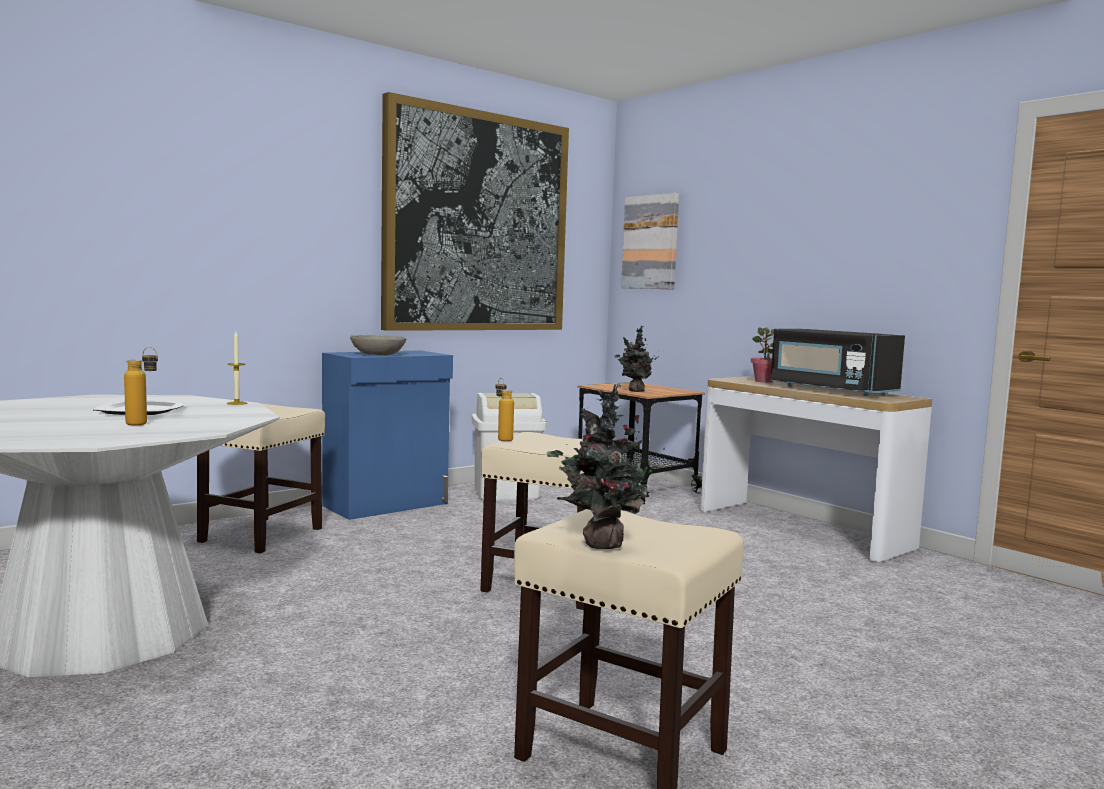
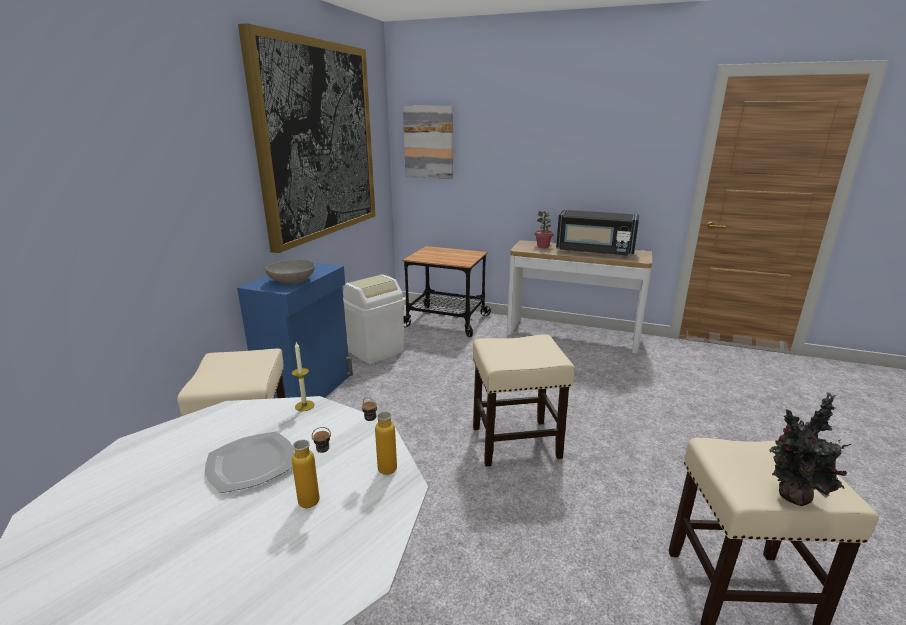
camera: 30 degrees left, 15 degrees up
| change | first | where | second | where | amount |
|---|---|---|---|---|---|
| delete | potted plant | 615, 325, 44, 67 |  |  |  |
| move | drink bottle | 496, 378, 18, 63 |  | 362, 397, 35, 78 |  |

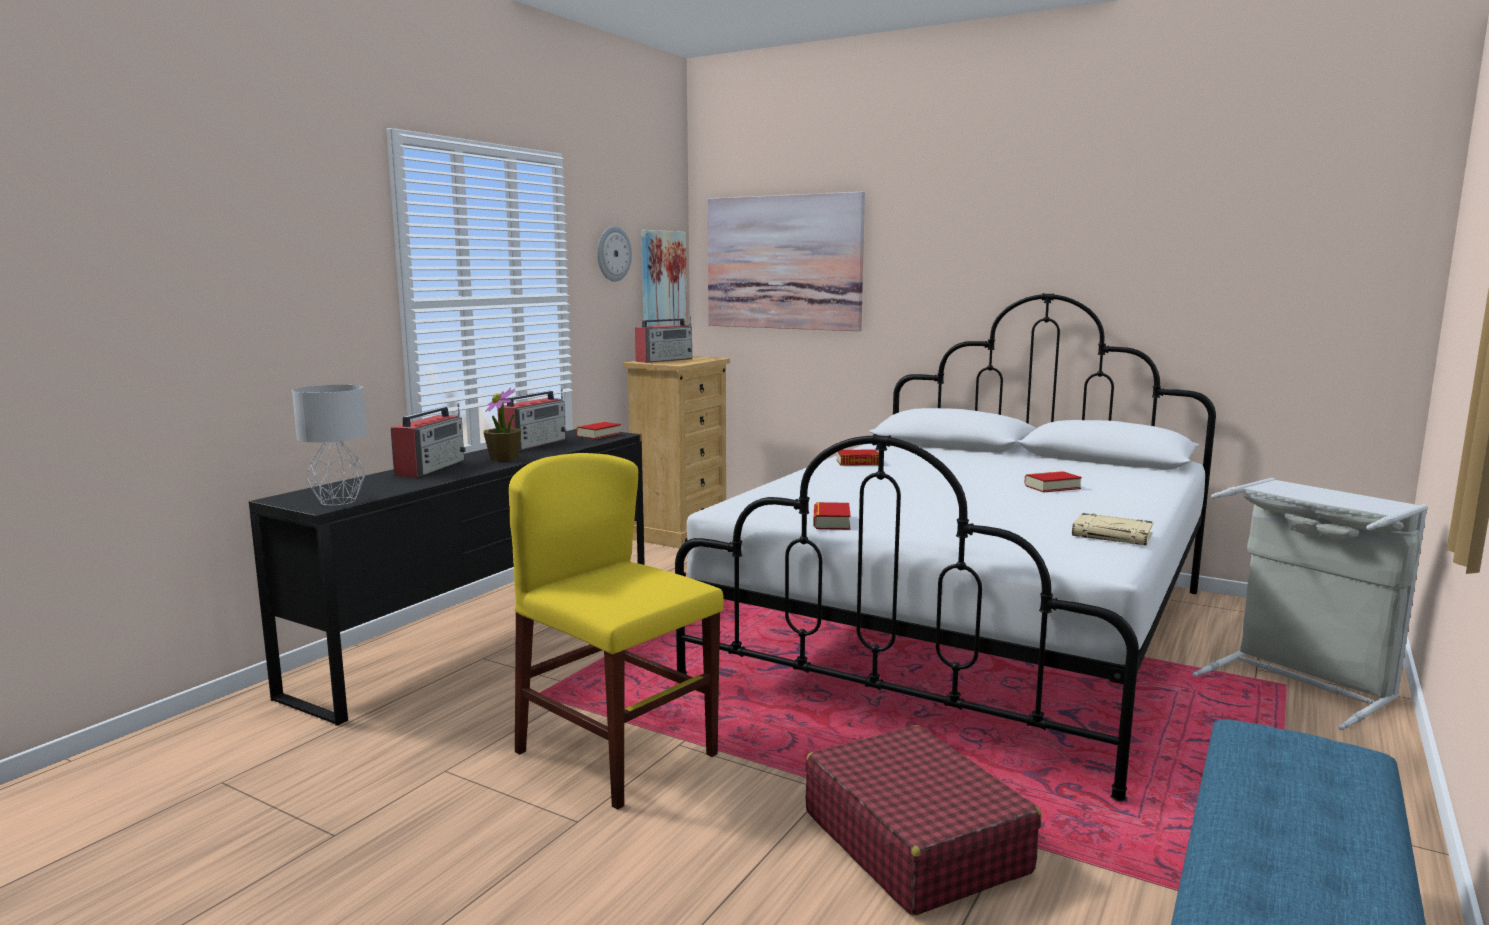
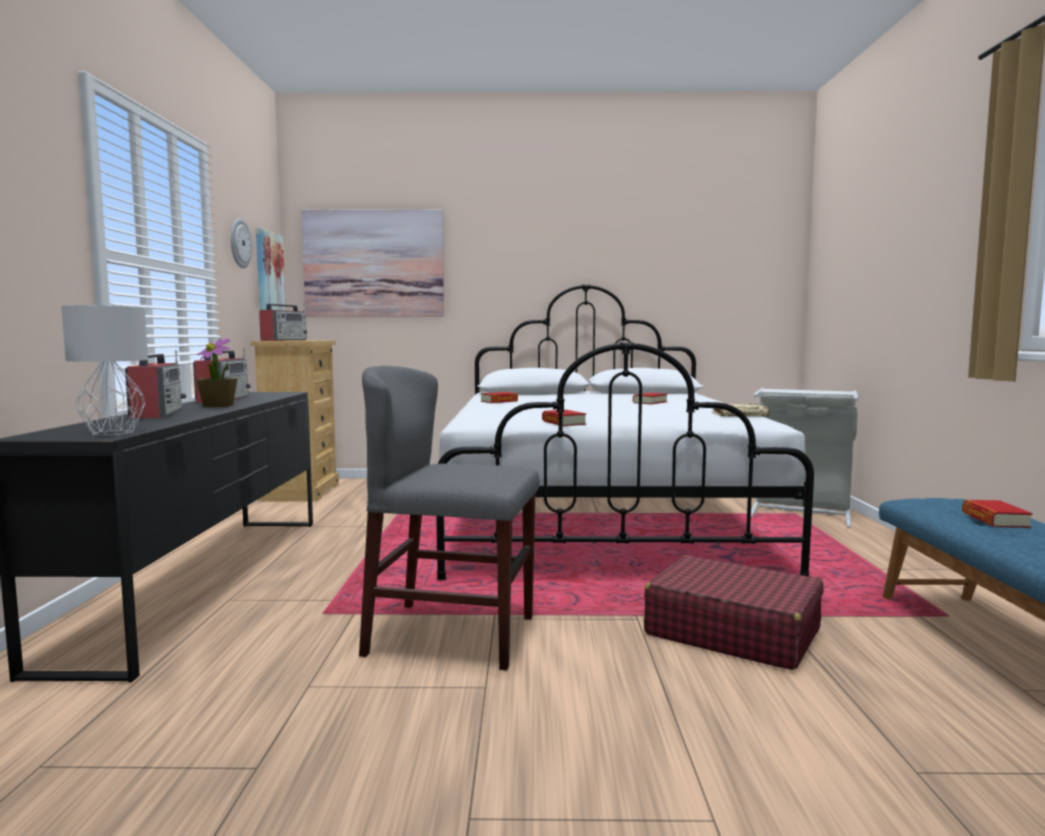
camera: 30 degrees left, 5 degrees down
| change | first | where | second | where | amount |
|---|---|---|---|---|---|
| move | book | 576, 422, 45, 17 |  | 962, 500, 71, 28 |  |
| recolor | yellowish plain chair | 509, 453, 215, 357 | gray plain chair | 359, 366, 180, 304 |  |

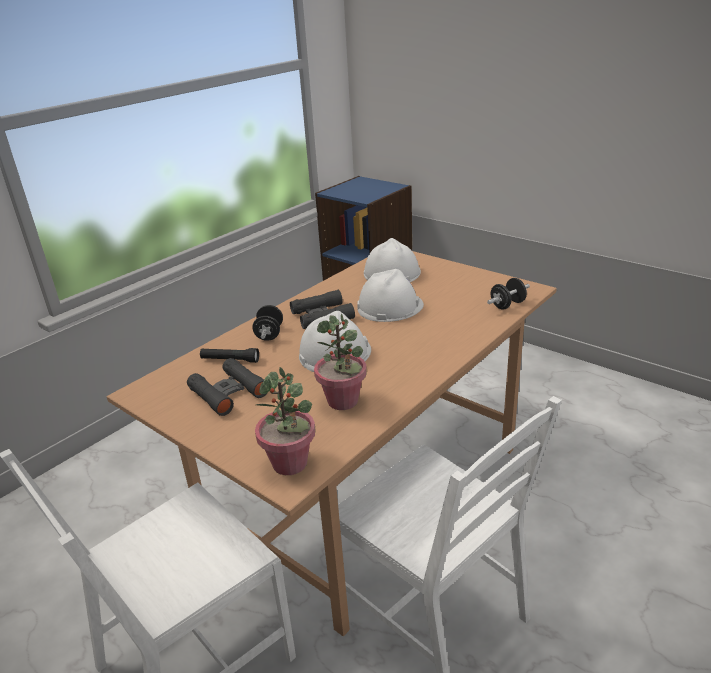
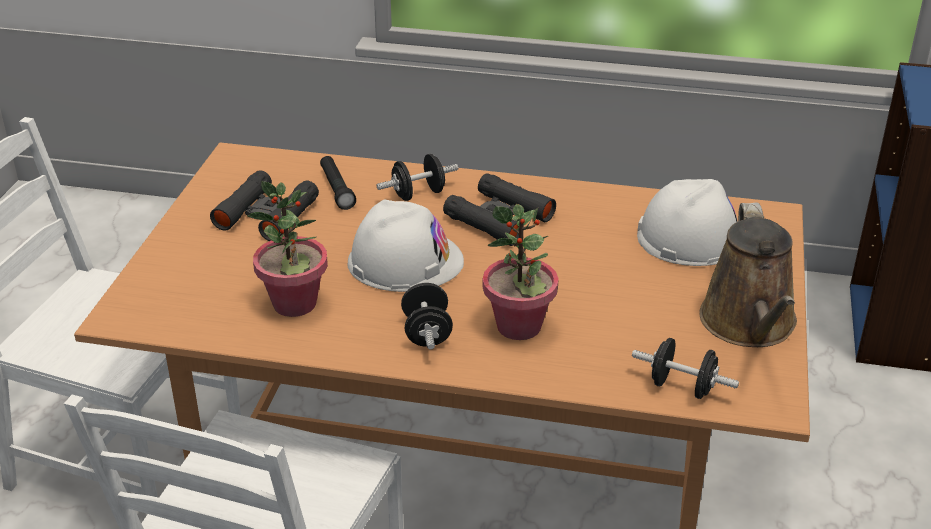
camera: 60 degrees right, 5 degrees up
| change | first | where | second | where | amount |
|---|---|---|---|---|---|
| delete | whitish work helmet | 357, 269, 67, 53 |  |  |  |
| insert |  |  | black dumbbell | 401, 282, 52, 68 |  |
| insert |  |  | brown sprinkling can | 699, 203, 98, 144 |  |
| move | potted plant | 255, 367, 61, 108 |  | 483, 204, 76, 136 |  |

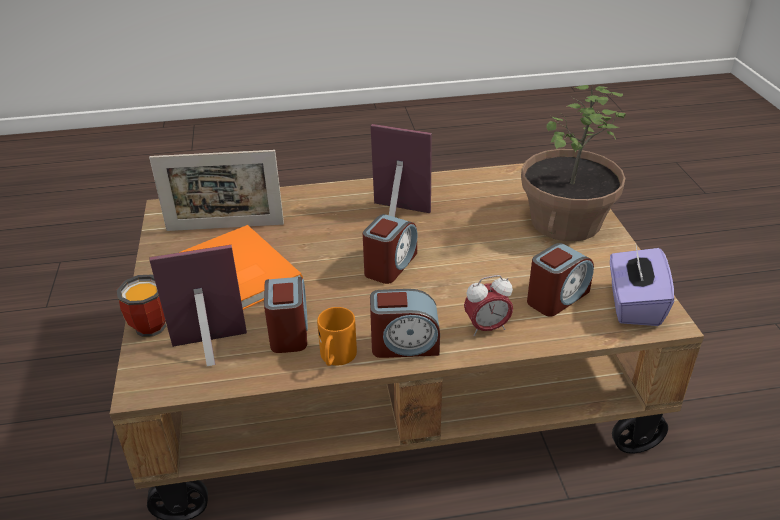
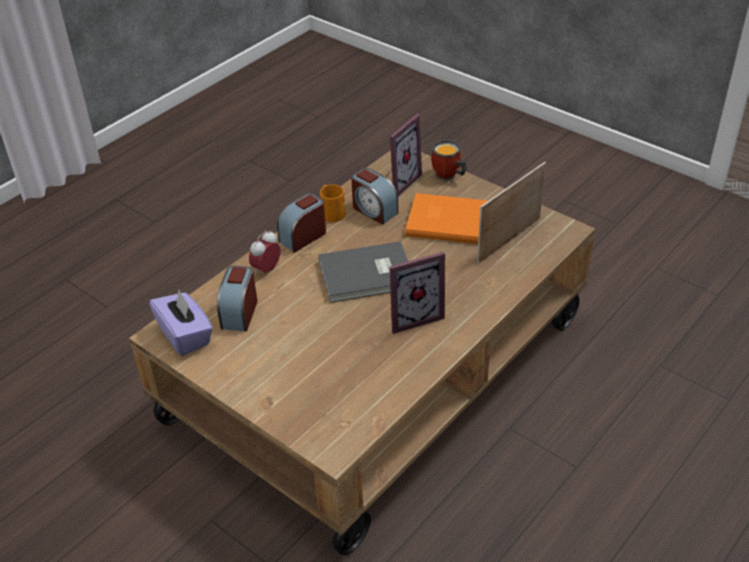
camera: 140 degrees right, 5 degrees up
| change | first | where | second | where | amount |
|---|---|---|---|---|---|
| delete | potted plant | 521, 85, 105, 156 |  |  |  |
| replace | alarm clock | 363, 214, 55, 70 | gray book | 319, 241, 89, 62 |  |

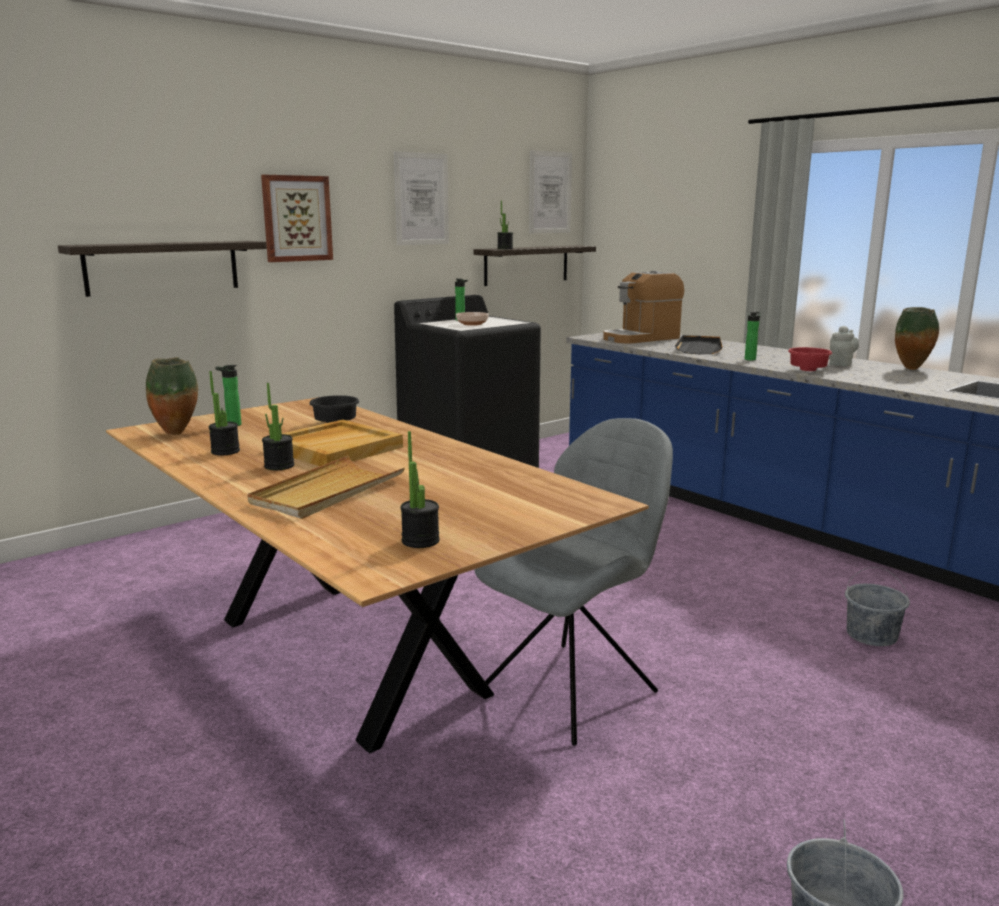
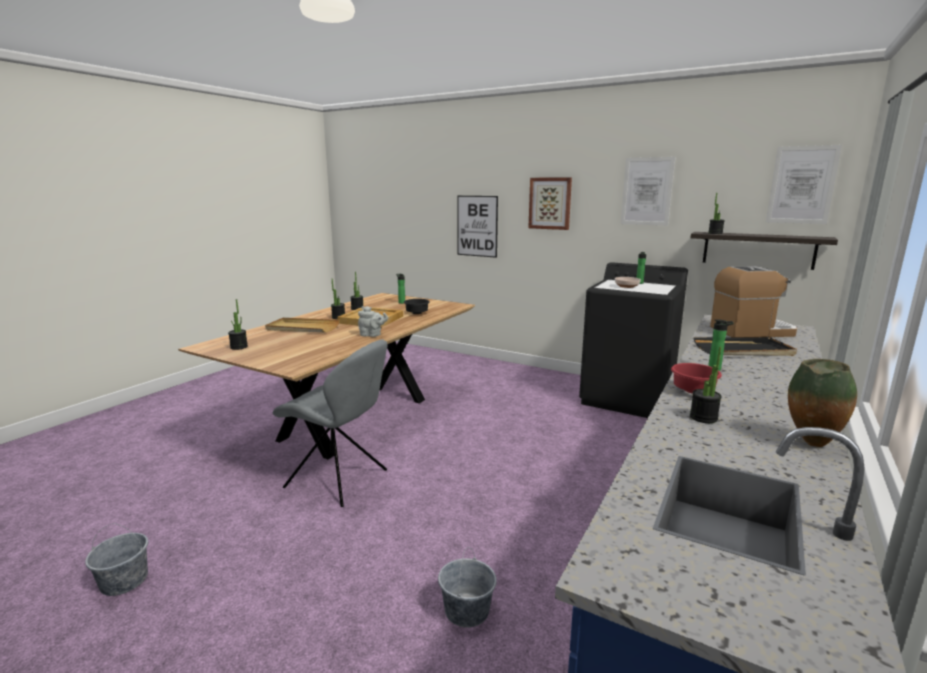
camera: 70 degrees right, 0 degrees up
| change | first | where | second | where | amount |
|---|---|---|---|---|---|
| delete | flower vase | 146, 357, 52, 78 |  |  |  |
| insert |  |  | potted plant | 690, 347, 32, 76 |  |
| move | gray pot for tea | 829, 326, 30, 40 |  | 358, 306, 30, 31 |  |
| replace | bracket shelf | 58, 241, 209, 56 | picture | 457, 196, 41, 62 |  |
| rotate | coffee maker | 603, 271, 81, 73 |  | 710, 266, 87, 71 | 135 degrees clockwise |

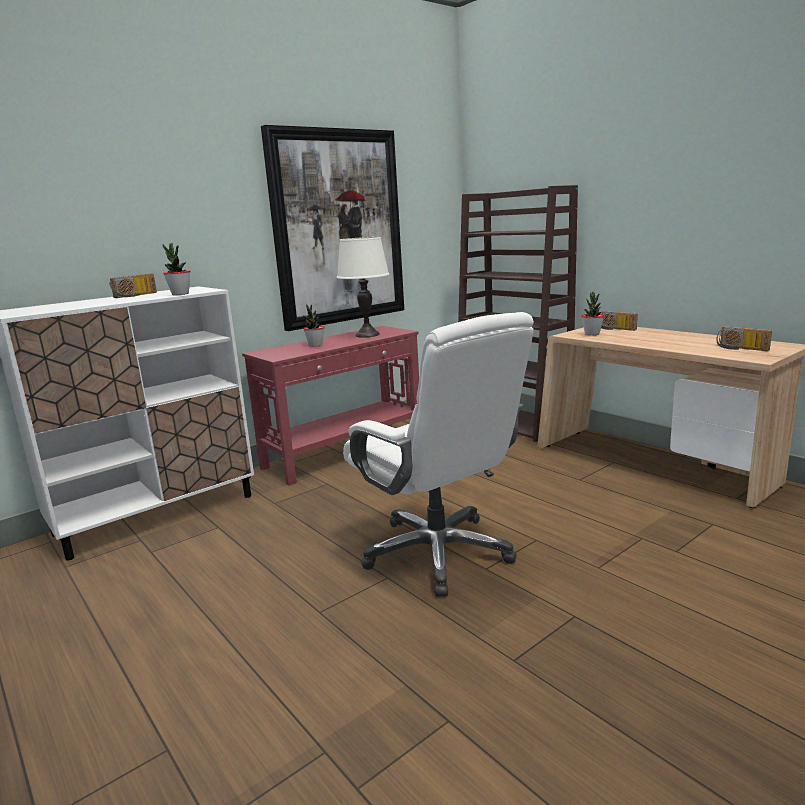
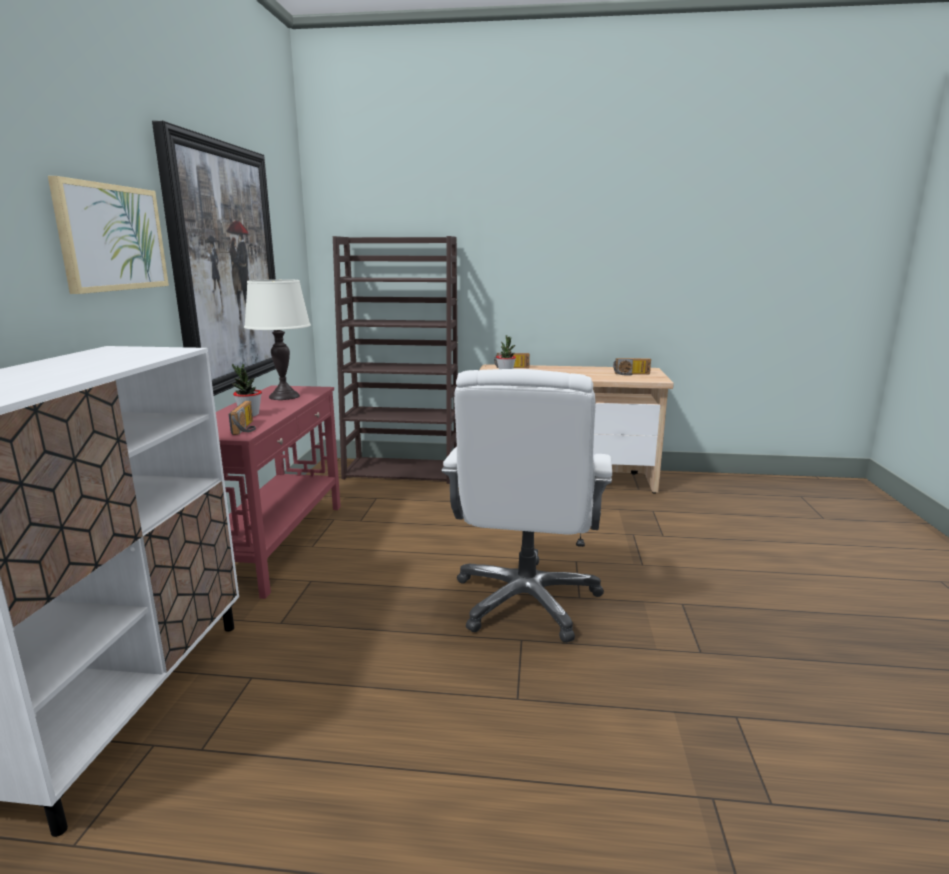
camera: 45 degrees left, 0 degrees up
| change | first | where | second | where | amount |
|---|---|---|---|---|---|
| delete | potted plant | 163, 243, 27, 52 |  |  |  |
| insert |  |  | picture | 48, 176, 121, 118 |  |
| move | radio | 109, 273, 48, 25 |  | 229, 401, 27, 34 |  |
| rotate | whitish desk chair | 343, 312, 191, 285 |  | 441, 369, 171, 274 | 90 degrees clockwise |

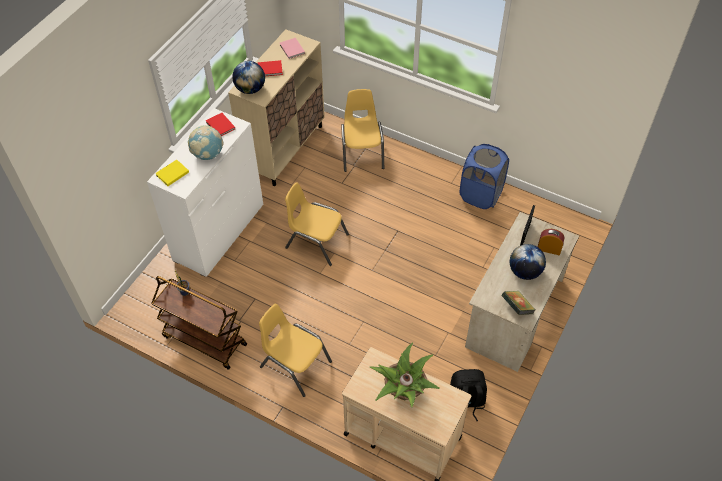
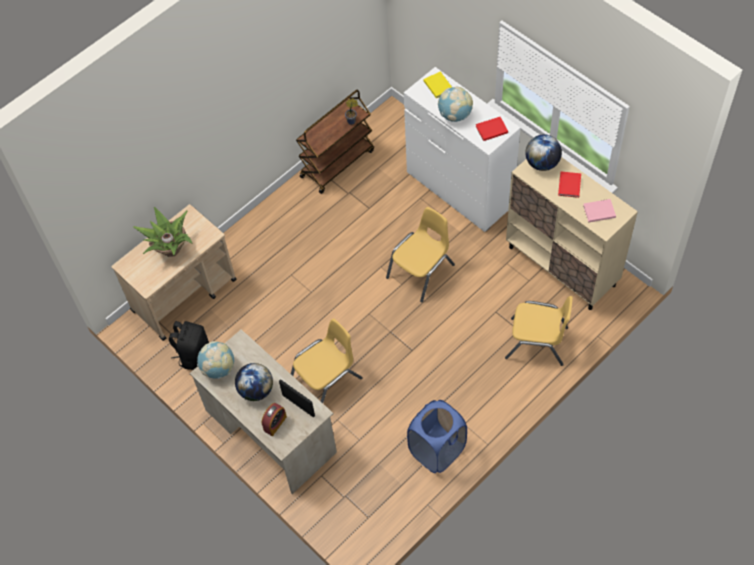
camera: 110 degrees right, 5 degrees up
| change | first | where | second | where | amount |
|---|---|---|---|---|---|
| move | yellowish plain chair | 259, 304, 73, 93 |  | 291, 318, 72, 85 |  |
| replace | book | 502, 291, 33, 24 | desk globe | 197, 341, 37, 38 |  |

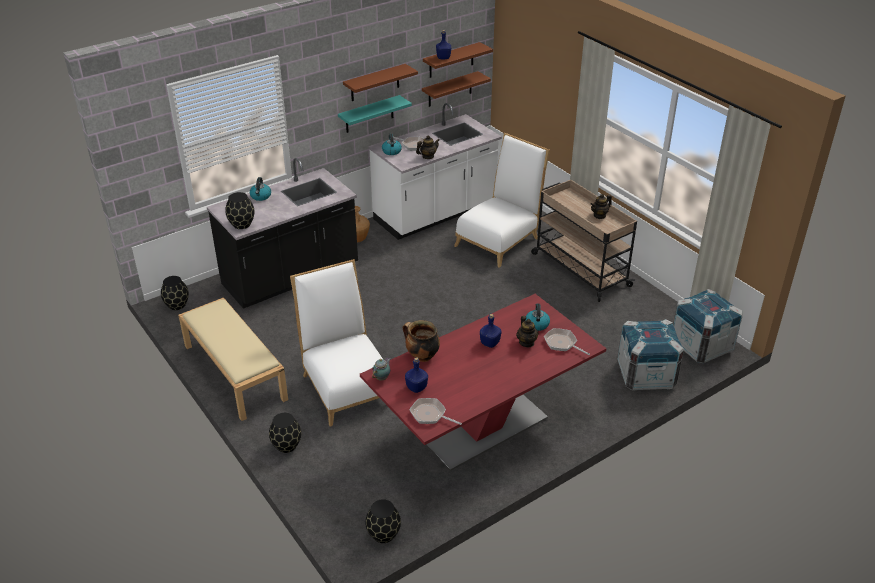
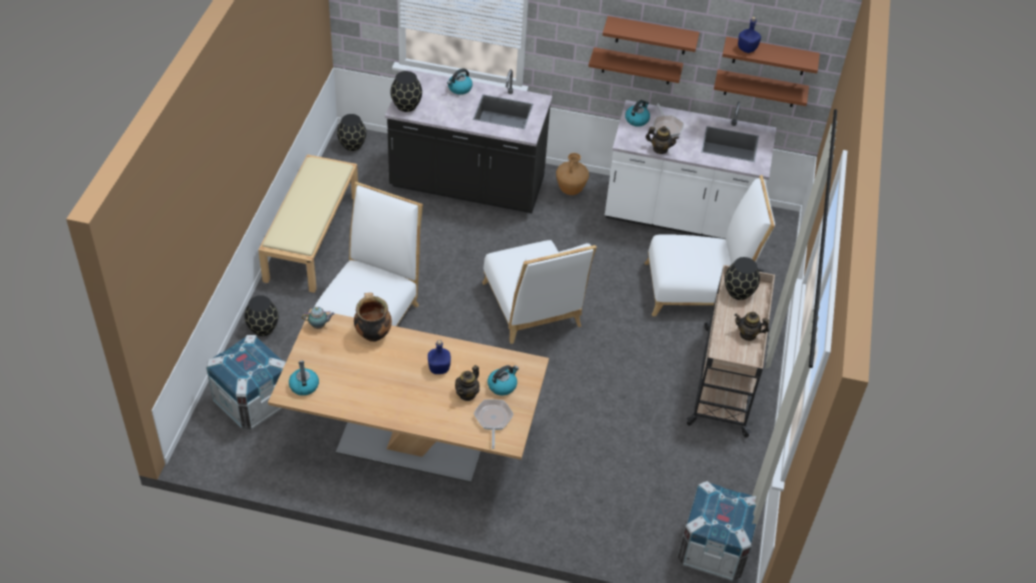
camera: 45 degrees right, 10 degrees up
| change | first | where | second | where | amount |
|---|---|---|---|---|---|
| delete | blue-coloured drink bottle | 405, 357, 23, 36 |  |  |  |
| insert |  |  | whitish plain chair | 482, 240, 115, 104 |  |
| move | black flower vase | 365, 499, 36, 44 |  | 725, 257, 35, 43 |  |
| move | packing crate | 617, 319, 67, 72 |  | 206, 335, 80, 95 |  |
| replace | pan | 410, 398, 52, 27 | kettle | 289, 361, 30, 35 |  |
| recolor | turquoise bracket shelf | 338, 95, 74, 38 | brown bracket shelf | 588, 47, 95, 38 |  |
| recolor | red-coloured dinner table | 360, 294, 246, 177 | sand-coloured dinner table | 268, 309, 281, 174 |  |

